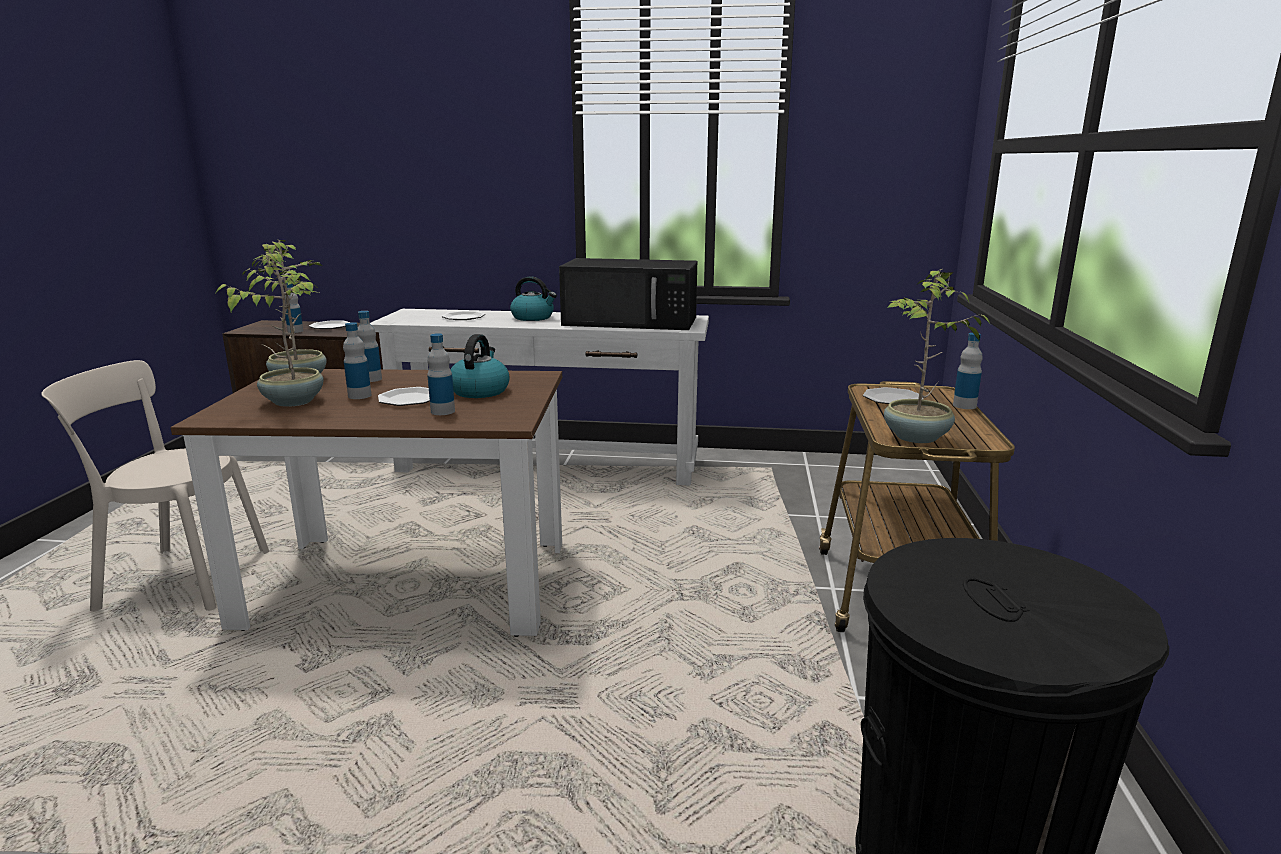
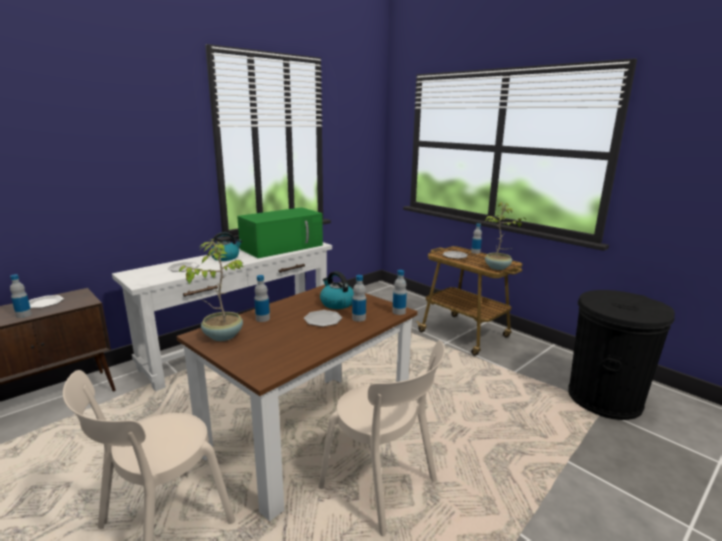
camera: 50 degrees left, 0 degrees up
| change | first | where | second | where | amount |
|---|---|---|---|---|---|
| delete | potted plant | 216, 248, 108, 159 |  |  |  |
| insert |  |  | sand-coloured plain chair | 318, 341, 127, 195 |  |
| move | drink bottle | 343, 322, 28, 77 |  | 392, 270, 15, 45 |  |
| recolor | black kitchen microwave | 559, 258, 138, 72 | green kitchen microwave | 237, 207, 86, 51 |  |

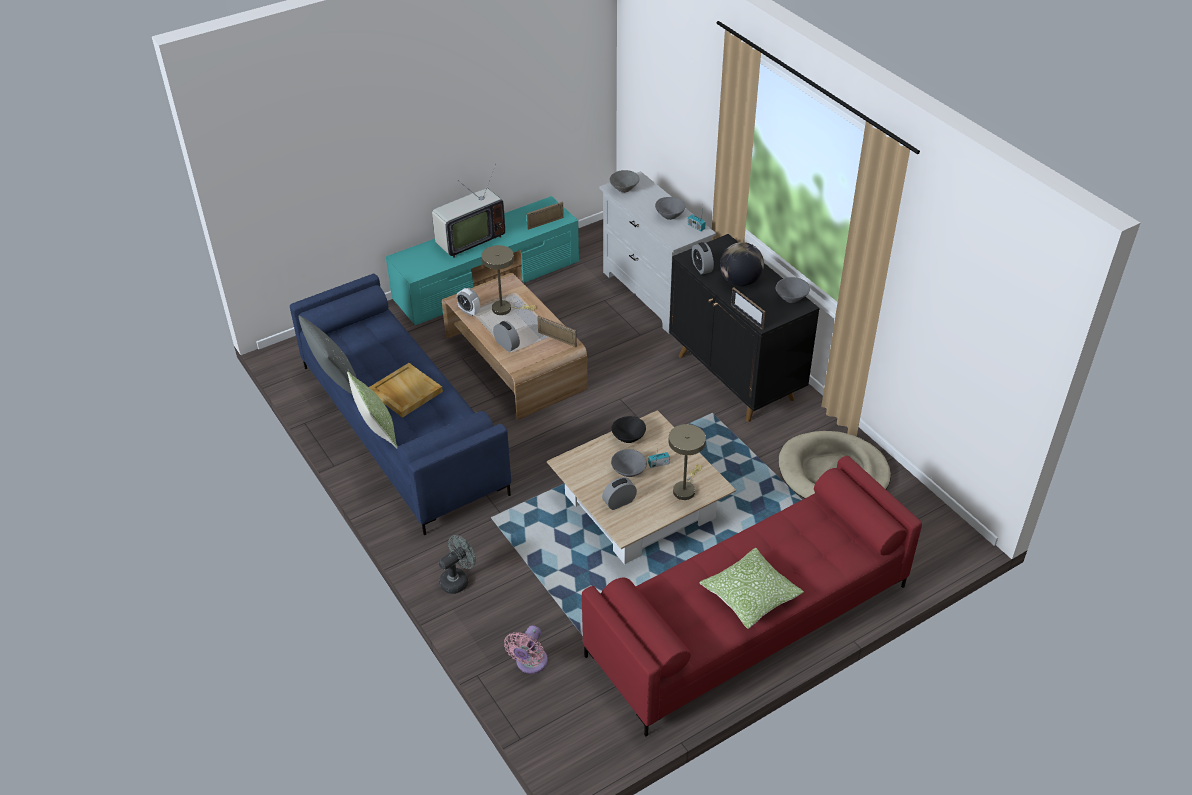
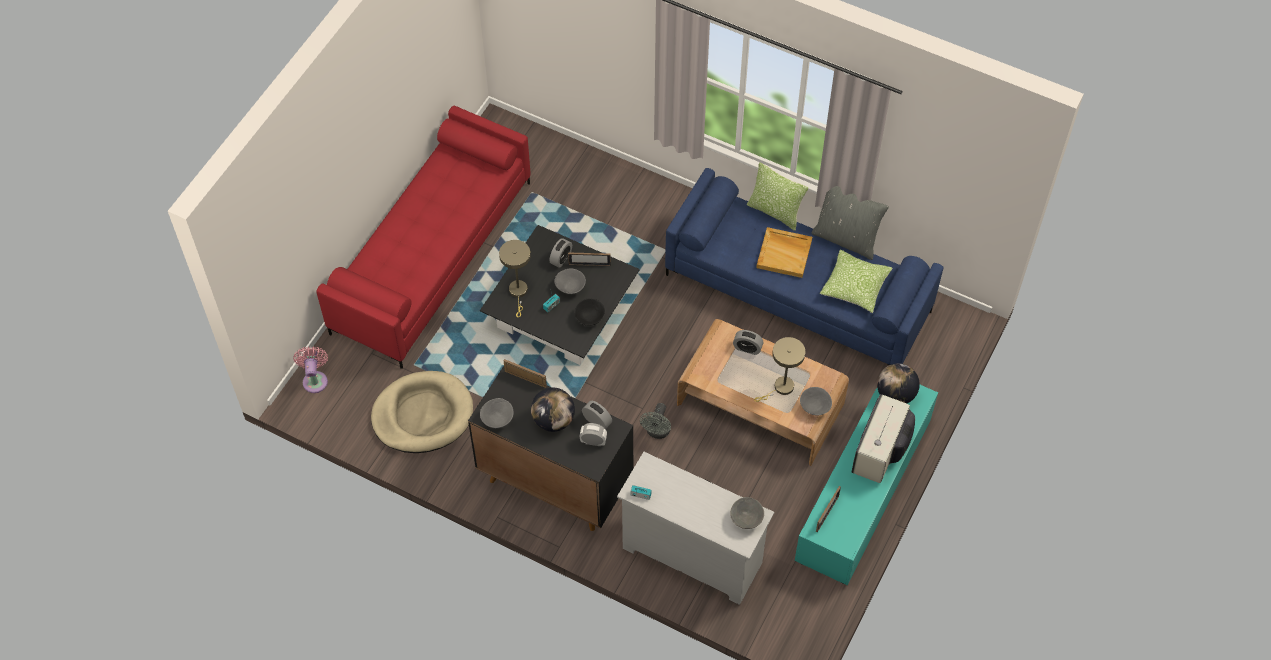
camera: 150 degrees right, 15 degrees up
| change | first | where | second | where | amount |
|---|---|---|---|---|---|
| insert |  |  | desk globe | 877, 363, 43, 41 |  |
| move | gray fan | 439, 535, 37, 59 |  | 640, 403, 31, 36 |  |
| move | alarm clock | 457, 288, 23, 28 |  | 579, 423, 28, 23 |  |
| move | pink-coloured fan | 504, 625, 44, 49 |  | 293, 346, 35, 47 |  |
| move | picture frame | 537, 316, 40, 31 |  | 568, 252, 43, 14 |  |
| move | gray serving bowl | 655, 197, 31, 23 |  | 800, 387, 32, 28 |  |
| move | cushion | 699, 548, 105, 81 |  | 820, 250, 72, 63 |  |
| recolor | sand-coloured lounge table | 547, 410, 189, 154 | black lounge table | 480, 225, 160, 140 |  |

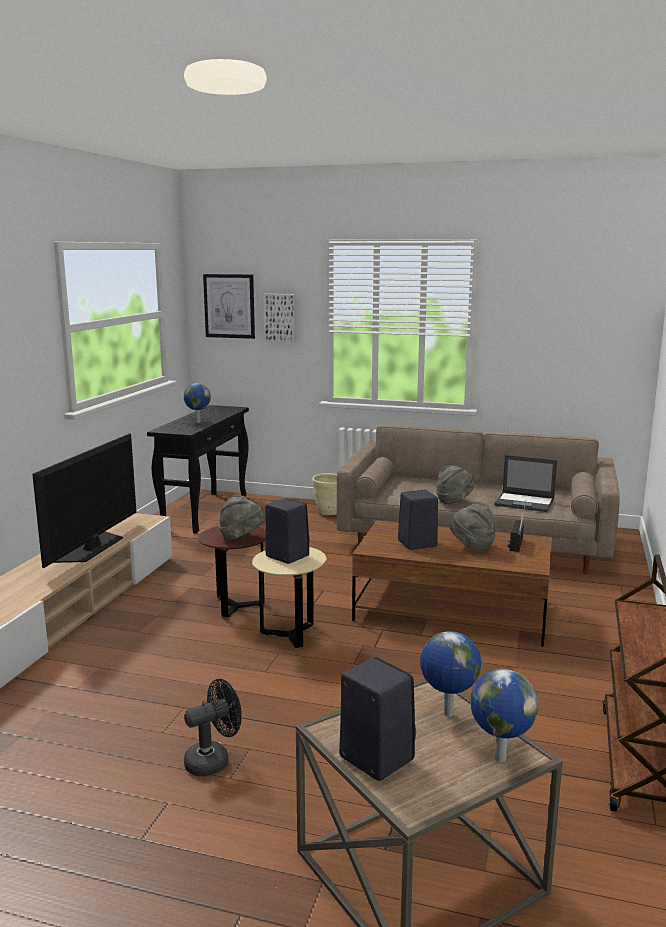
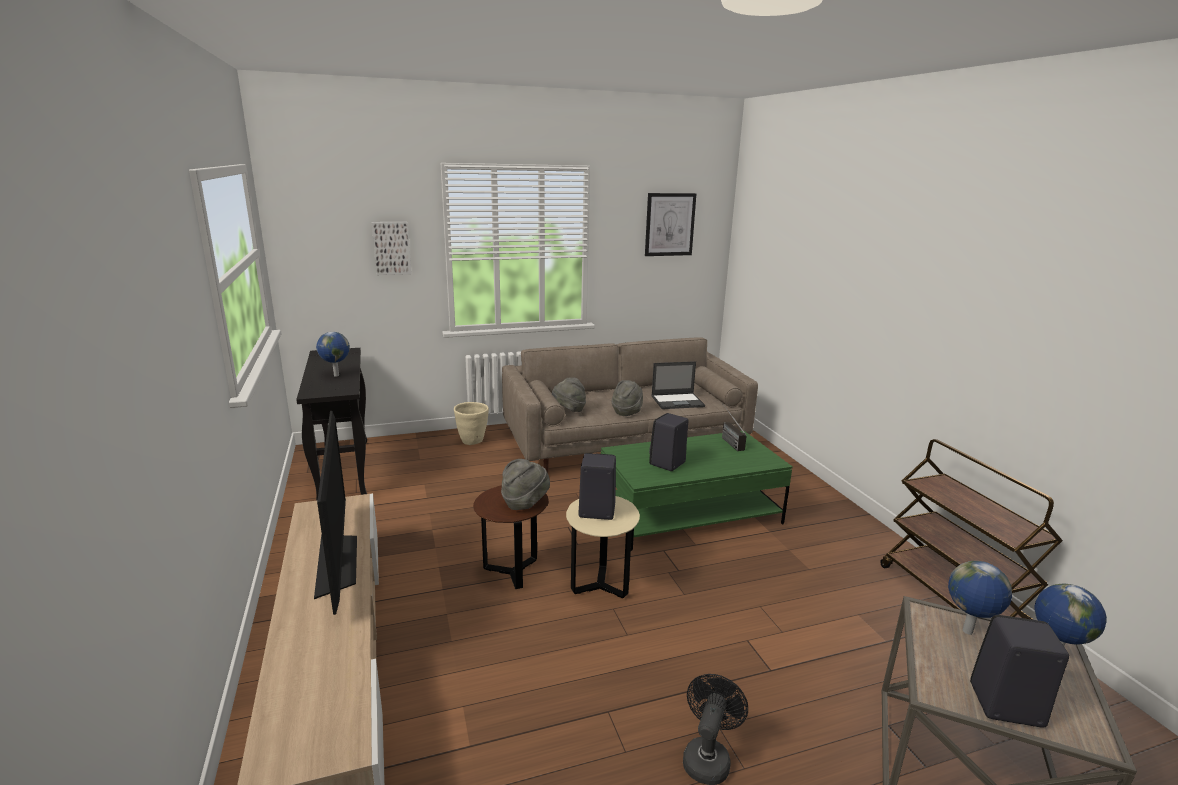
camera: 35 degrees left, 5 degrees up
| change | first | where | second | where | amount |
|---|---|---|---|---|---|
| move | picture | 203, 274, 52, 65 |  | 645, 193, 51, 63 |  |
| move | gray wearable hat | 449, 504, 46, 47 |  | 552, 377, 34, 35 |  |
| recolor | brown lounge table | 352, 521, 200, 126 | green lounge table | 601, 431, 192, 120 |  |

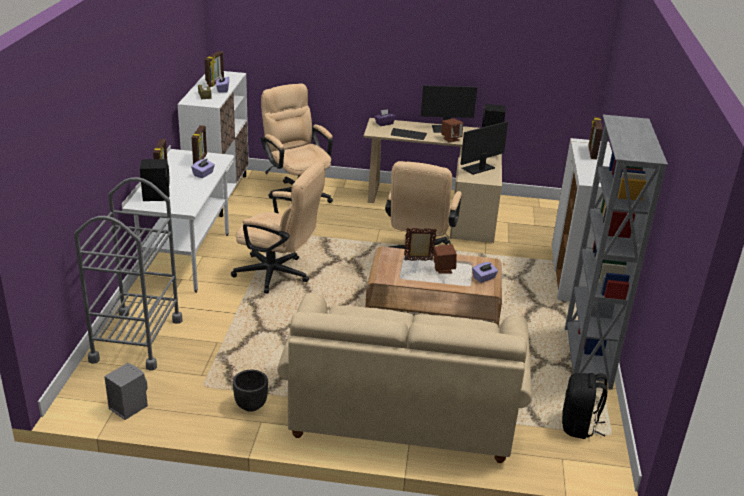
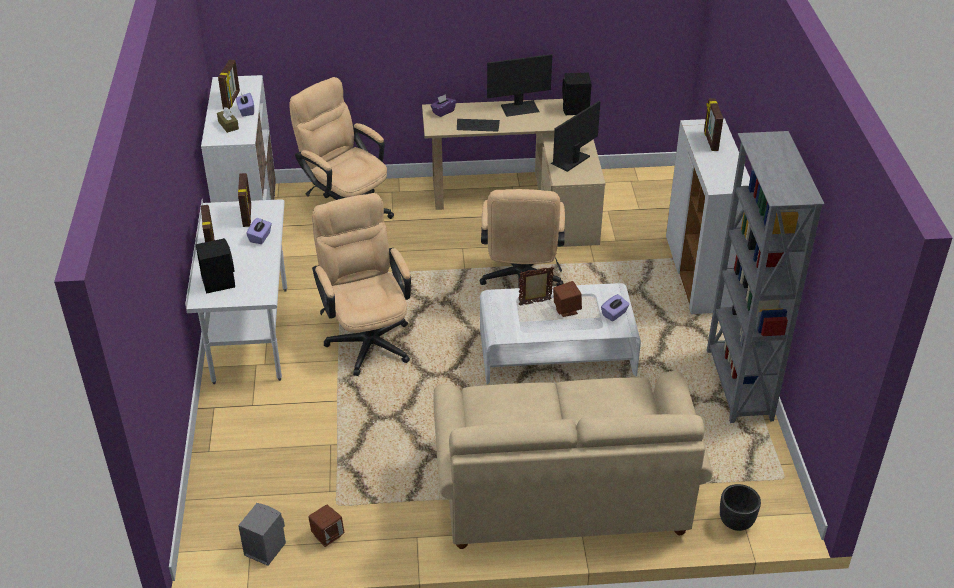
camera: 10 degrees left, 10 degrees up
| change | first | where | second | where | amount |
|---|---|---|---|---|---|
| delete | gray trolley | 74, 177, 108, 194 |  |  |  |
| delete | black rucksack | 562, 373, 45, 66 |  |  |  |
| move | black planter | 233, 370, 35, 42 |  | 720, 484, 41, 47 |  |
| move | brown loudspeaker | 442, 119, 21, 23 |  | 308, 505, 36, 42 |  |
| recolor | brown lounge table | 365, 247, 137, 79 | whitish lounge table | 480, 283, 161, 102 |  |
| rotate | sand-coloured desk chair | 231, 162, 94, 131 |  | 312, 193, 99, 183 | 120 degrees counterclockwise |

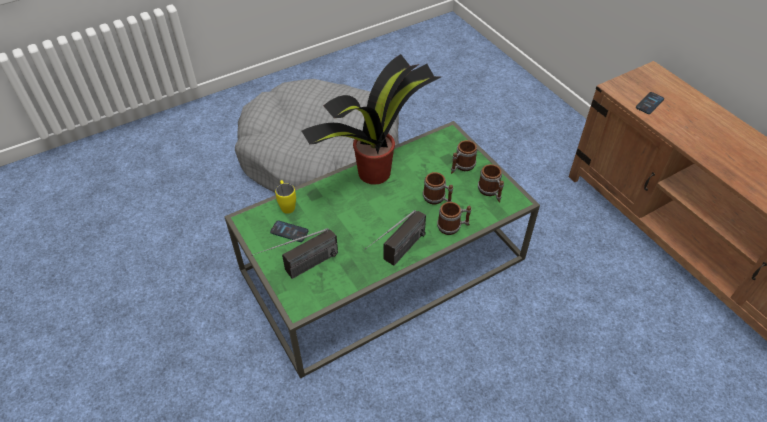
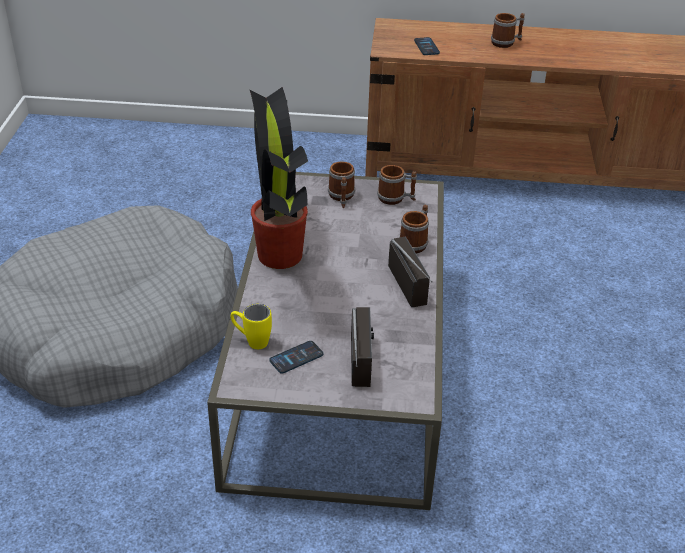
camera: 55 degrees left, 10 degrees down
| change | first | where | second | where | amount |
|---|---|---|---|---|---|
| move | coffee mug | 423, 172, 30, 32 |  | 491, 13, 34, 35 |  |
| recolor | green lounge table | 224, 121, 316, 257 | gray lounge table | 207, 172, 237, 338 |  |

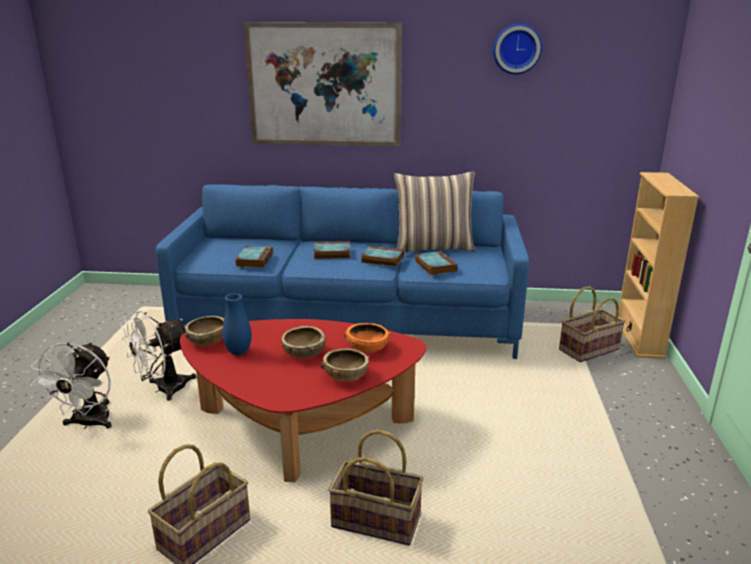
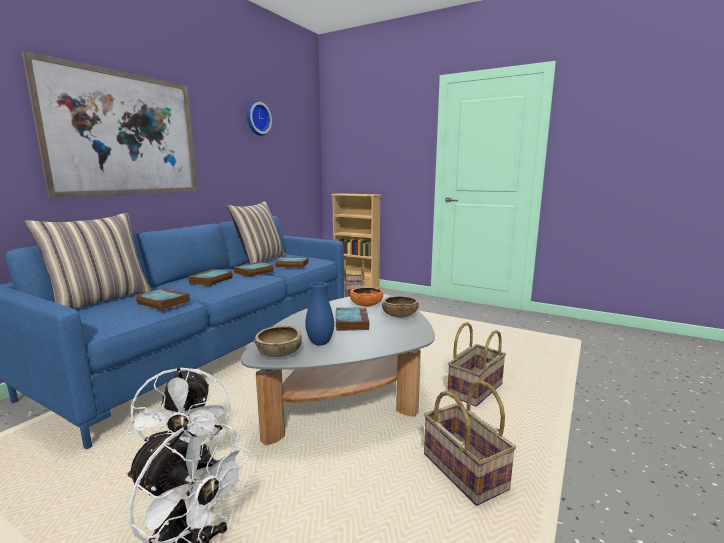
camera: 65 degrees left, 10 degrees down
| change | first | where | second | where | amount |
|---|---|---|---|---|---|
| insert |  |  | cushion | 24, 213, 129, 96 |  |
| replace | brown serving bowl | 281, 326, 44, 32 | book | 336, 307, 33, 24 |  |
| recolor | red-coloured lounge table | 180, 319, 246, 163 | gray lounge table | 241, 294, 194, 152 |  |

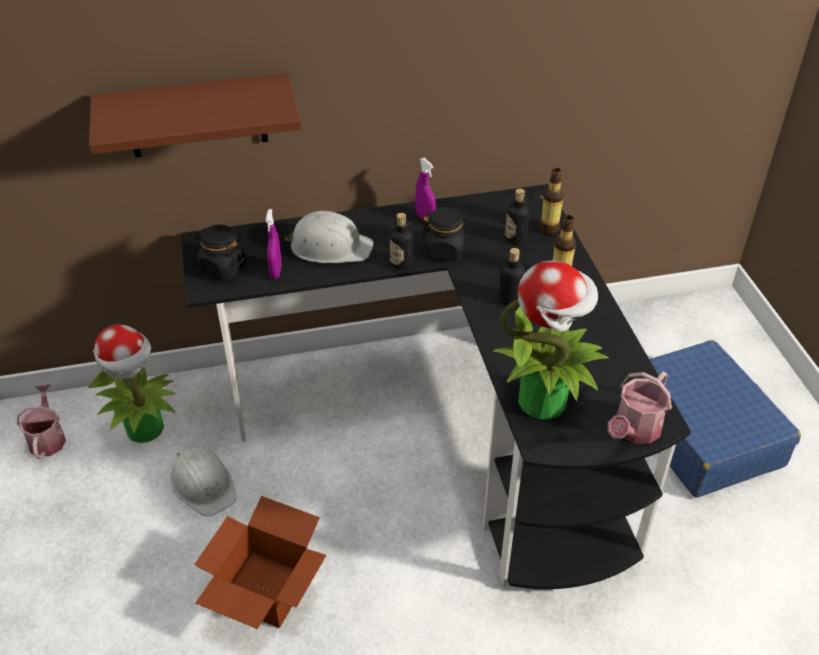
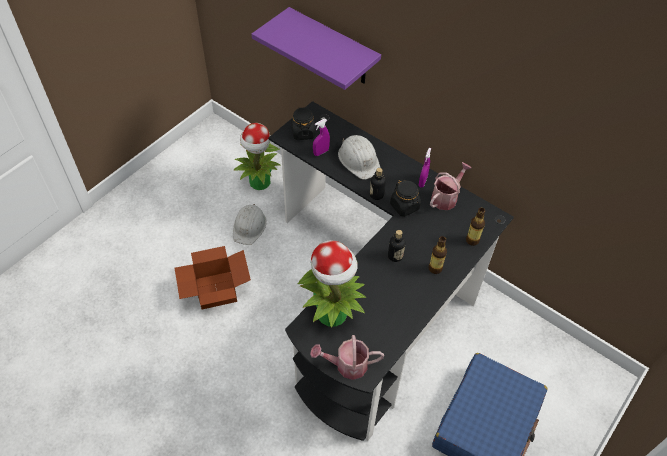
camera: 50 degrees right, 10 degrees up
| change | first | where | second | where | amount |
|---|---|---|---|---|---|
| delete | drink bottle | 505, 189, 25, 55 |  |  |  |
| move | sprinkling can | 17, 384, 49, 75 |  | 430, 162, 41, 48 |  |
| recolor | brown bracket shelf | 89, 73, 213, 84 | purplish bracket shelf | 251, 7, 130, 83 |  |

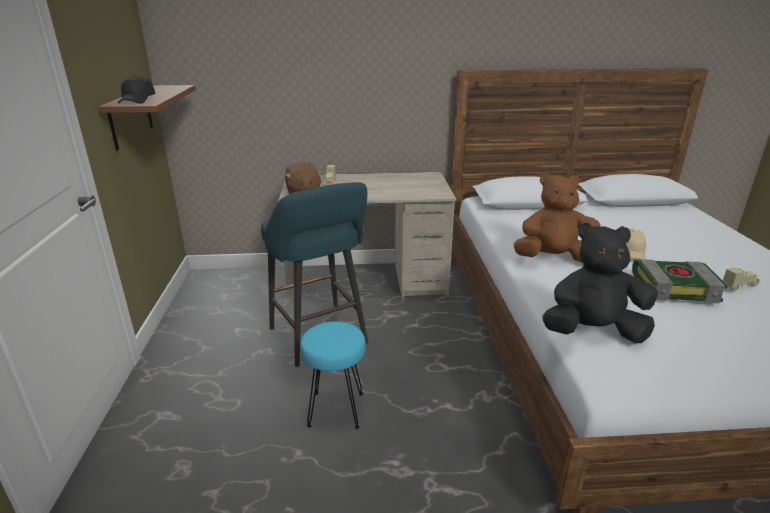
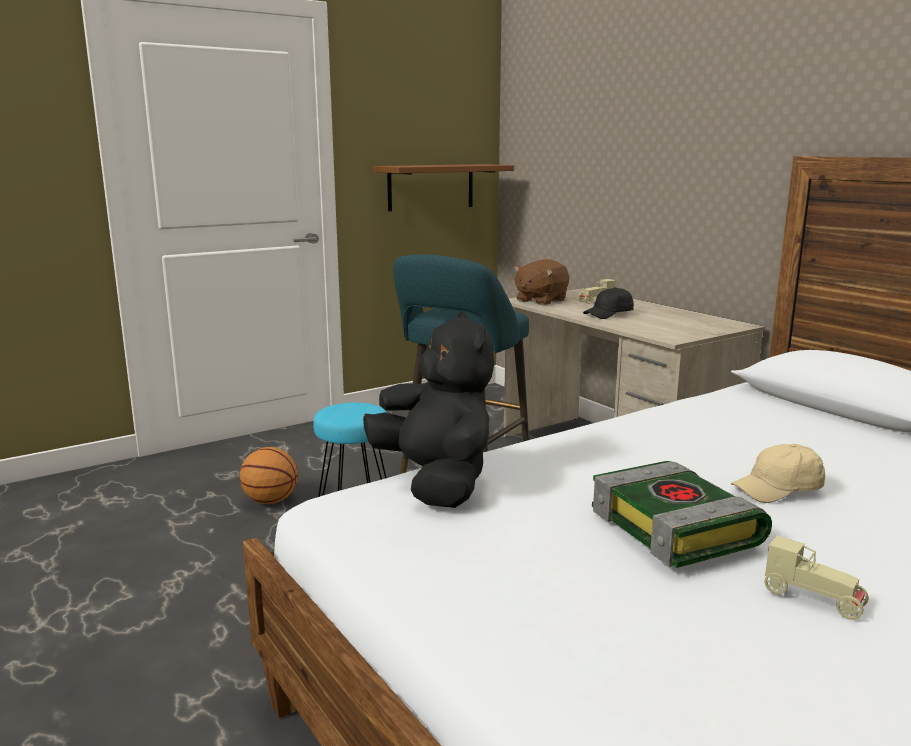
camera: 60 degrees right, 10 degrees down
| change | first | where | second | where | amount |
|---|---|---|---|---|---|
| delete | brown cuddly toy | 514, 173, 86, 90 |  |  |  |
| insert |  |  | ball for basketball | 240, 447, 58, 57 |  |
| move | black cap | 118, 76, 37, 28 |  | 583, 287, 51, 32 |  |

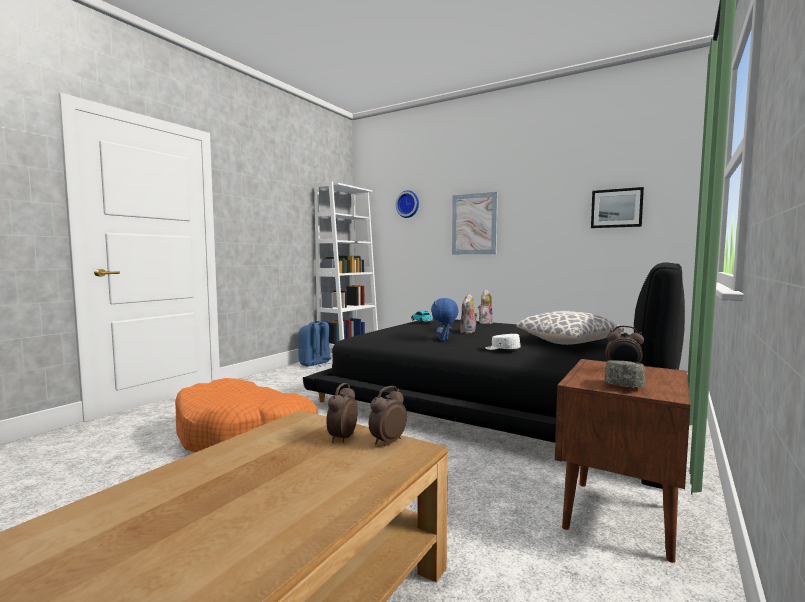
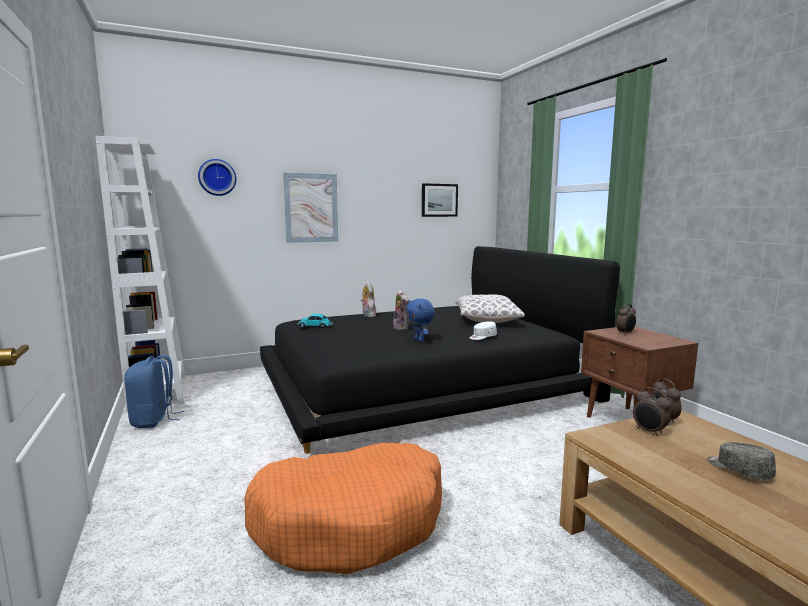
camera: 55 degrees left, 5 degrees up
| change | first | where | second | where | amount |
|---|---|---|---|---|---|
| move | gray cap | 605, 360, 40, 27 |  | 707, 442, 69, 37 |  |

